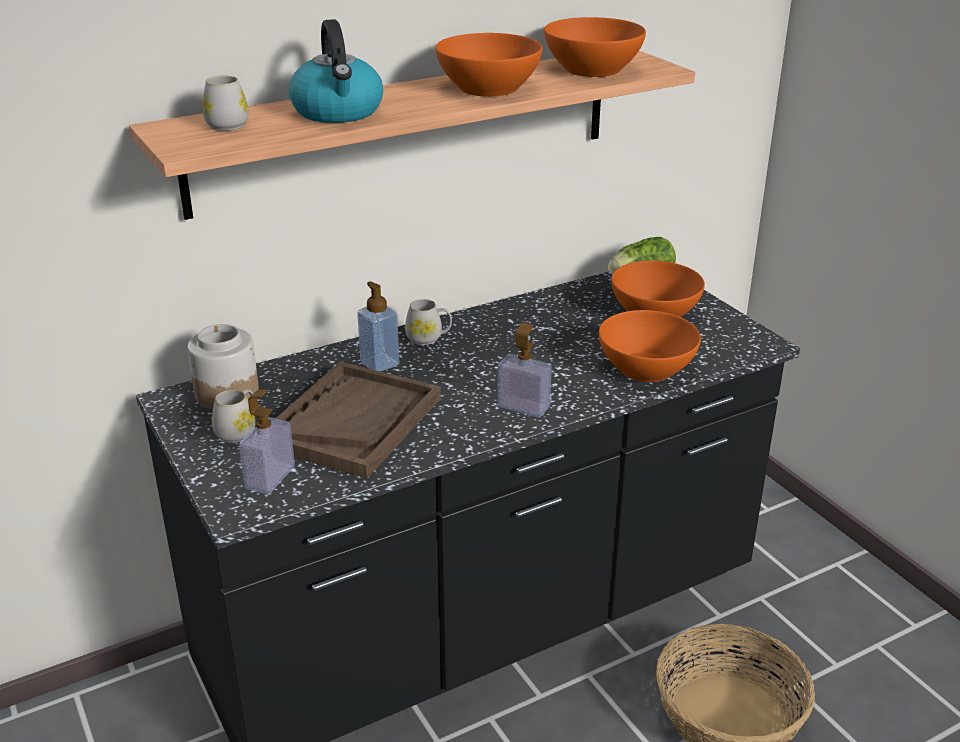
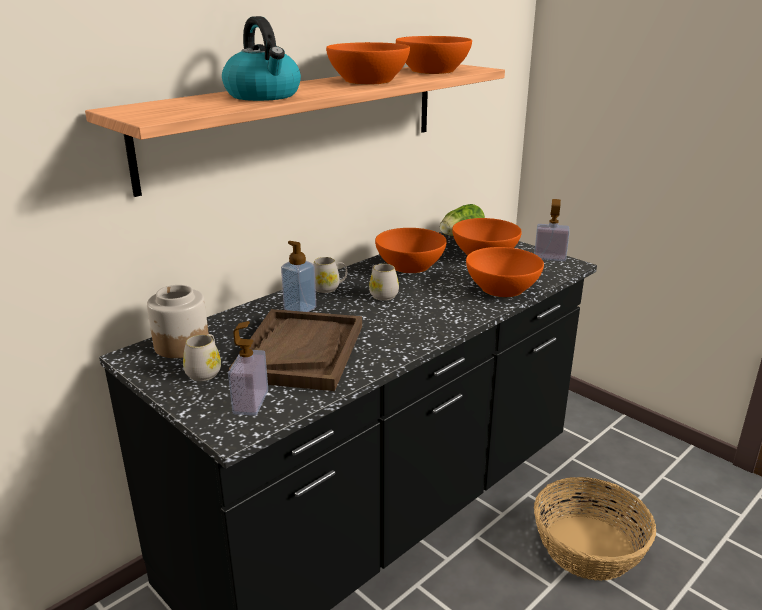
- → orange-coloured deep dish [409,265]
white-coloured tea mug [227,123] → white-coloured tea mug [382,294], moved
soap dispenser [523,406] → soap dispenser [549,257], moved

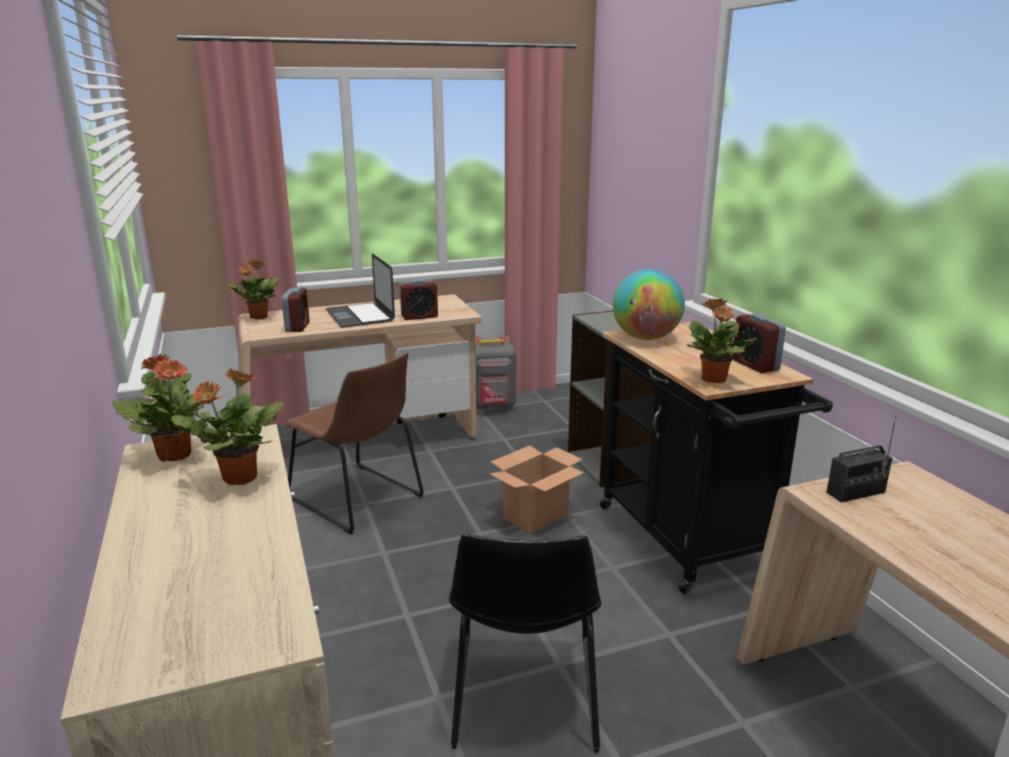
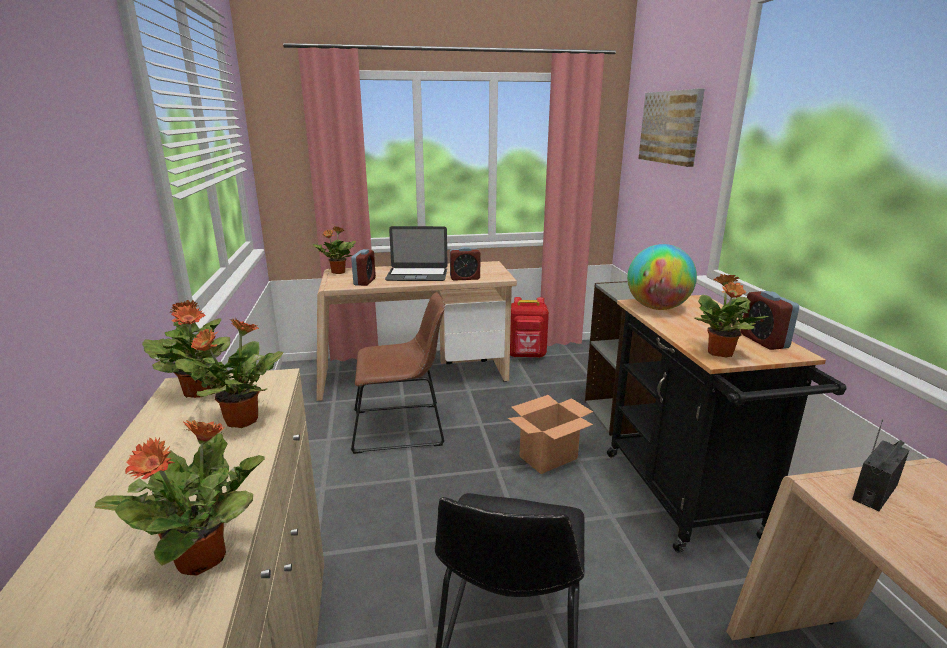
- → potted plant [203,557]
- → wall picture [671,127]
gray backpack [492,407] → red-coloured backpack [527,355]
brown-coloured plain chair [359,499] → brown-coloured plain chair [402,427], 60 degrees counterclockwise
notebook computer [360,315] → notebook computer [417,274], 75 degrees counterclockwise
radio receiver [856,493] → radio receiver [874,492], 150 degrees clockwise

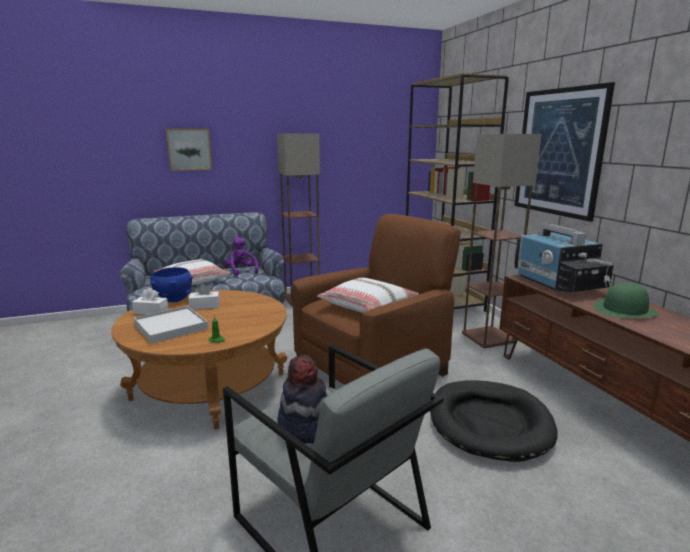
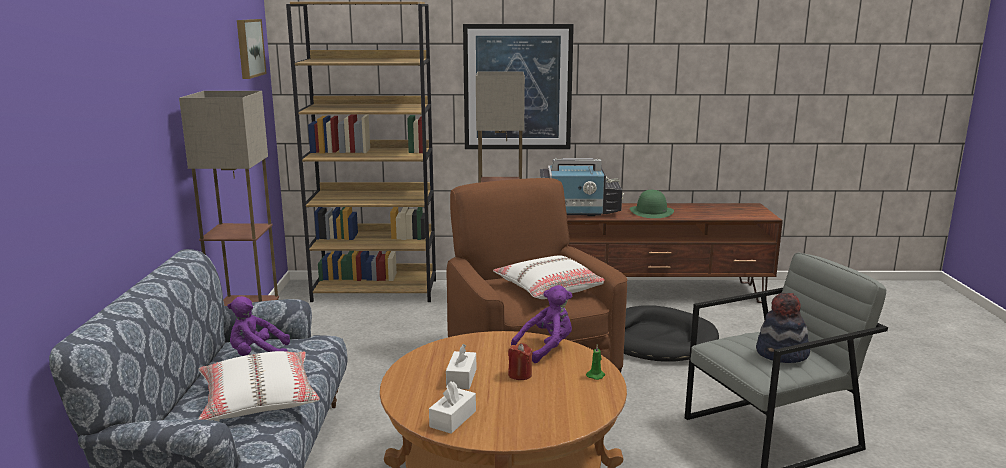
white-coloured serving tray [171,327] → -
blue-coloured deep dish [173,300] → -
- → red-coloured wax candle [520,375]
- → purplish cuddly toy [547,348]
wall picture [189,149] → wall picture [248,48], moved

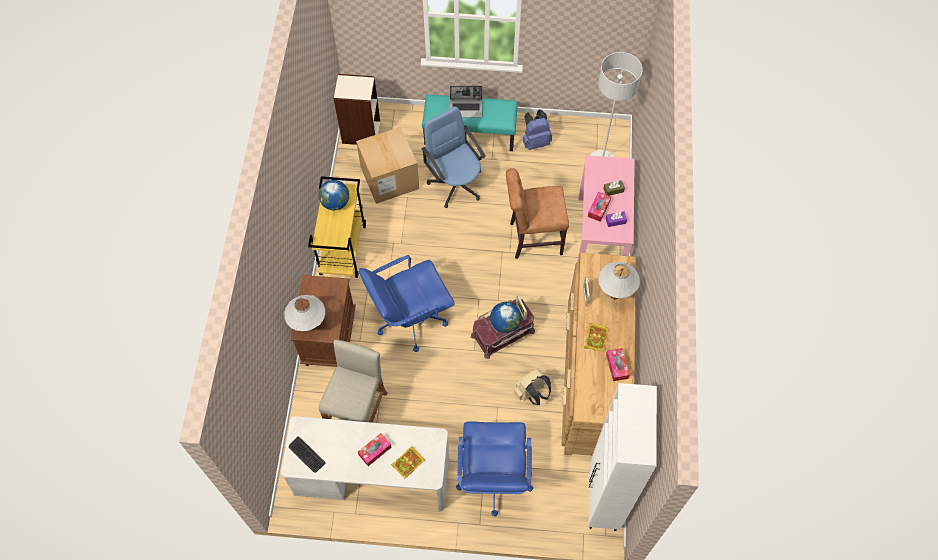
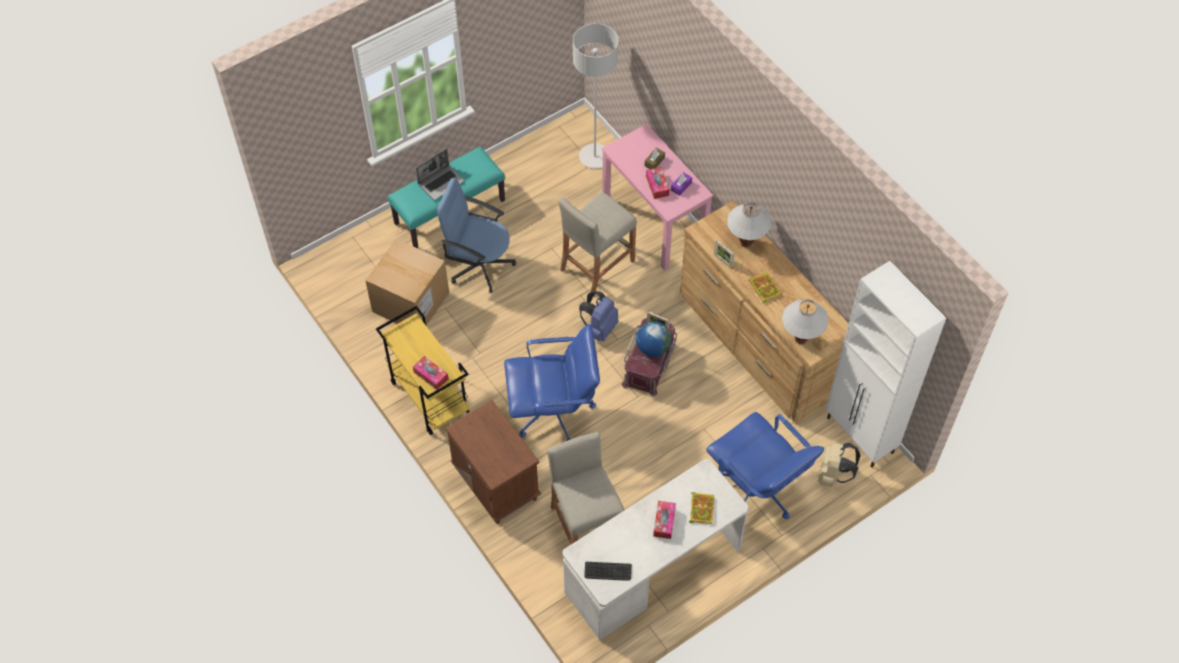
globe [335,203] → -
shelving unit [360,132] → -
white-coloured lamp for a table [309,326] → white-coloured lamp for a table [801,339], moved
sand-coloured backpack [531,394] → sand-coloured backpack [833,475], moved
blue-coloured backpack [535,141] → blue-coloured backpack [599,328], moved
tissue box [617,366] → tissue box [431,375], moved
brown-coloured plain chair [532,238] → sand-coloured sitting stool [596,265]
blue-coloured computer chair [410,319] → blue-coloured computer chair [554,412], 120 degrees counterclockwise

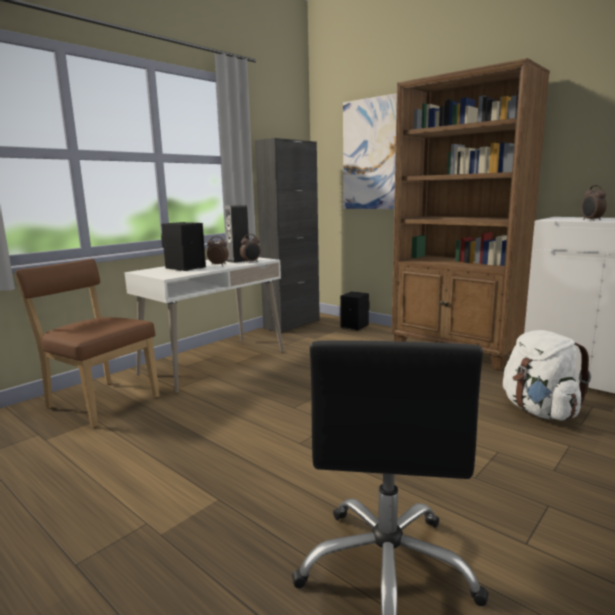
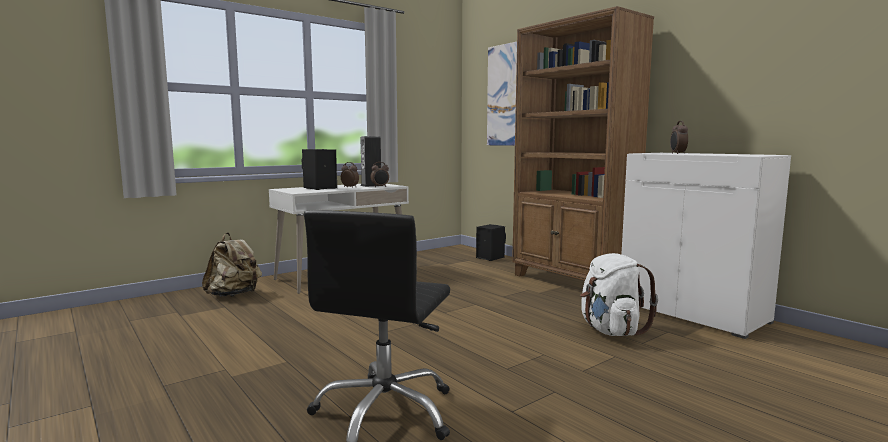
blackish cabinet [292,324] → -
brown-coloured plain chair [100,401] → sand-coloured backpack [234,295]

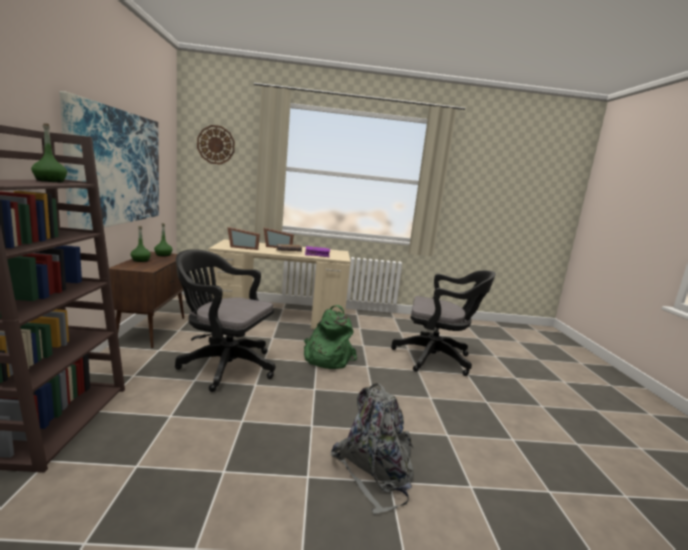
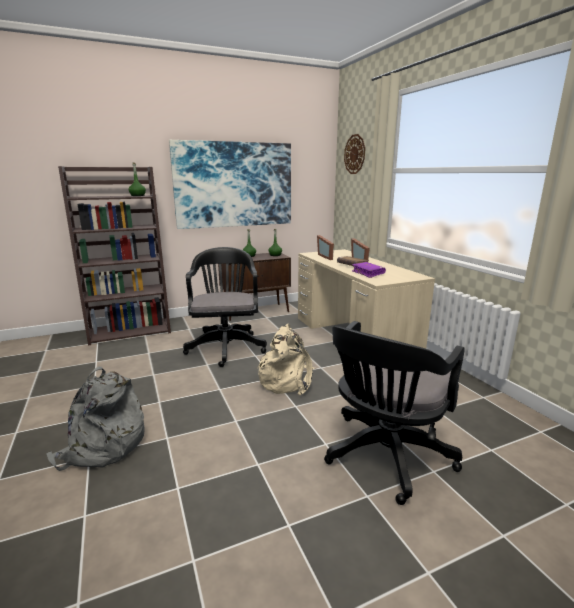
green backpack [326,358] → sand-coloured backpack [287,380]
blackish computer chair [437,359] → blackish computer chair [385,457], 45 degrees clockwise

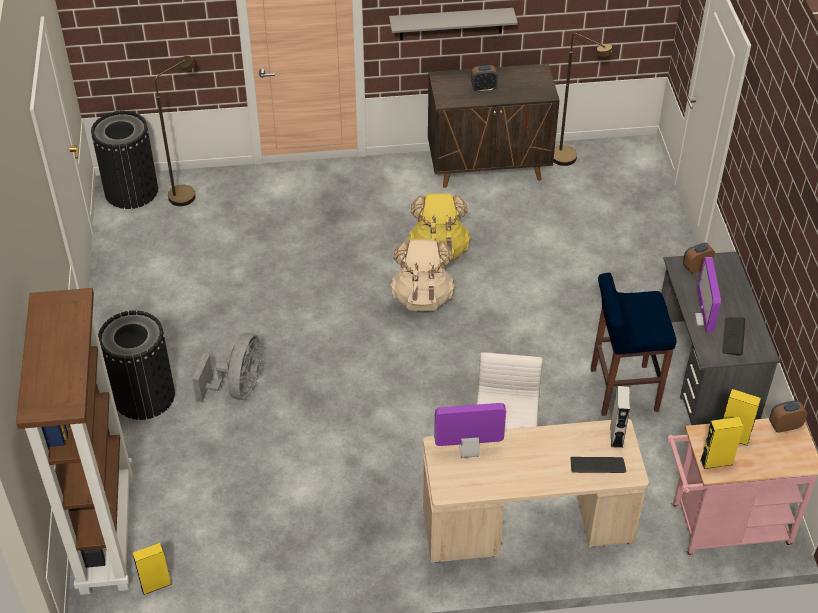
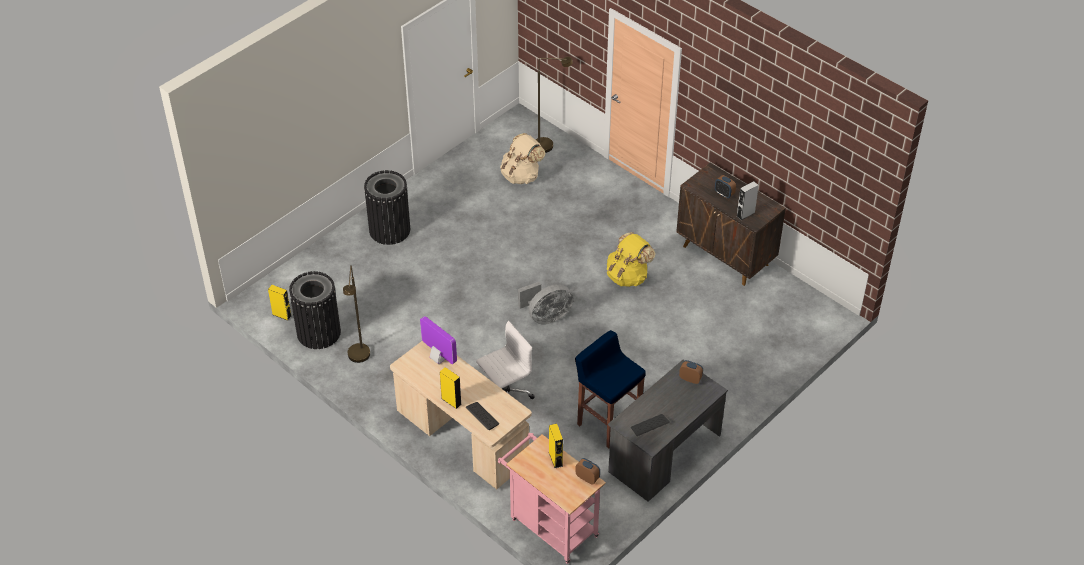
brown-coloured shelving unit [106,531] → -
gray shelf [451,23] → -
computer screen [705,319] → -
blackish rubbish bin [131,191] → blackish rubbish bin [318,332], moved
gray fan [238,388] → gray fan [546,316], moved
sand-coloured backpack [422,297] → sand-coloured backpack [521,175], moved
brown-coloured standard lamp [570,159] → brown-coloured standard lamp [359,359], moved
gray speaker [616,435] → gray speaker [745,214], moved
yellowish speaker [716,462] → yellowish speaker [451,401], moved

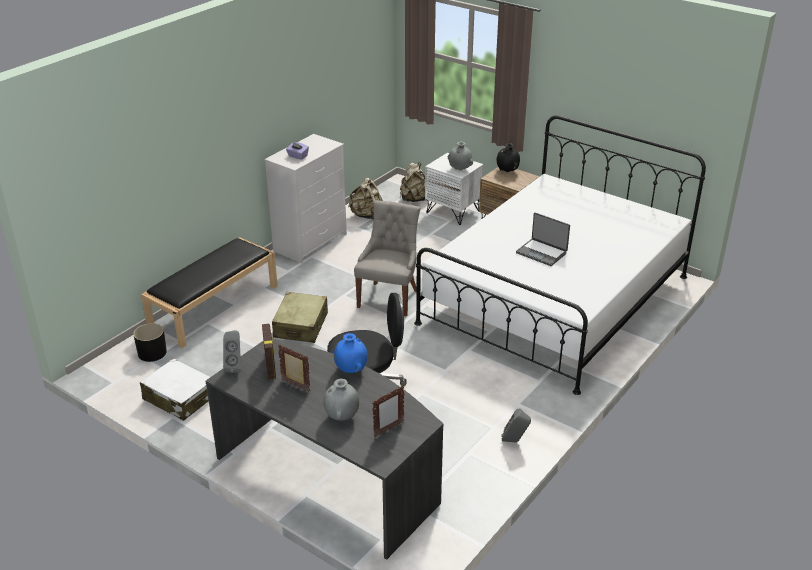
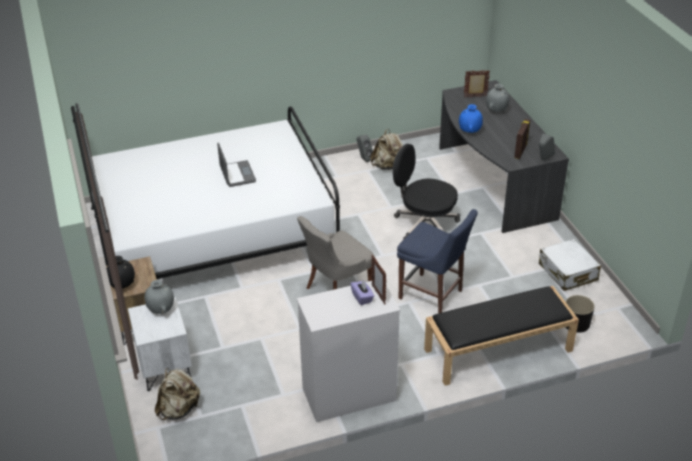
picture frame [295,386] → picture frame [378,295], moved
sand-coloured backpack [366,215] → sand-coloured backpack [388,166], moved
sand-coloured travel case [301,325] → blue-coloured plain chair [433,296]

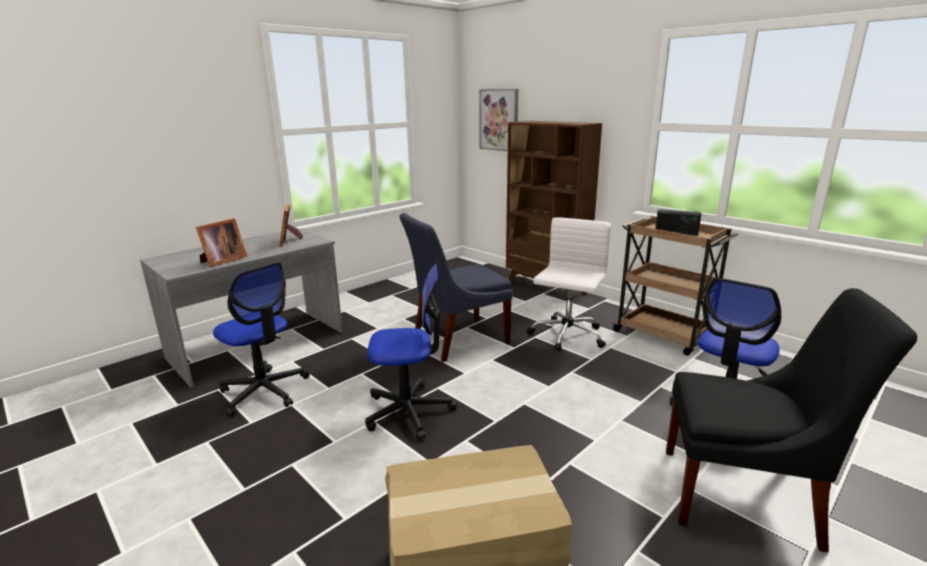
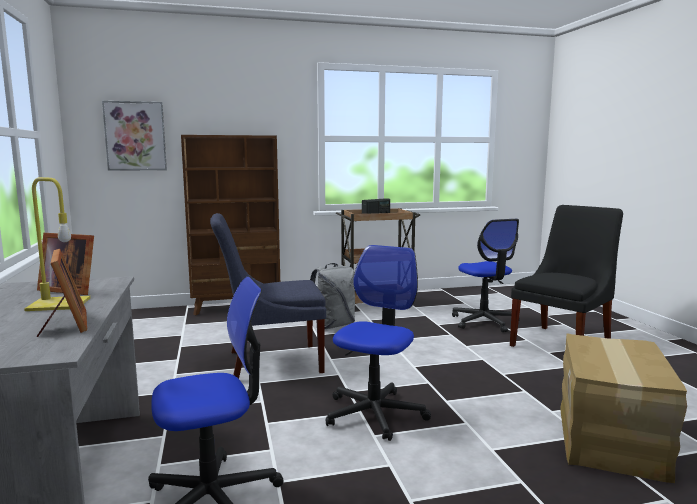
- → yellowish lamp for a table [57,304]
white-coloured computer chair [566,336] → gray backpack [333,325]
blue-coloured plain chair [456,339] → blue-coloured plain chair [270,362], 75 degrees clockwise

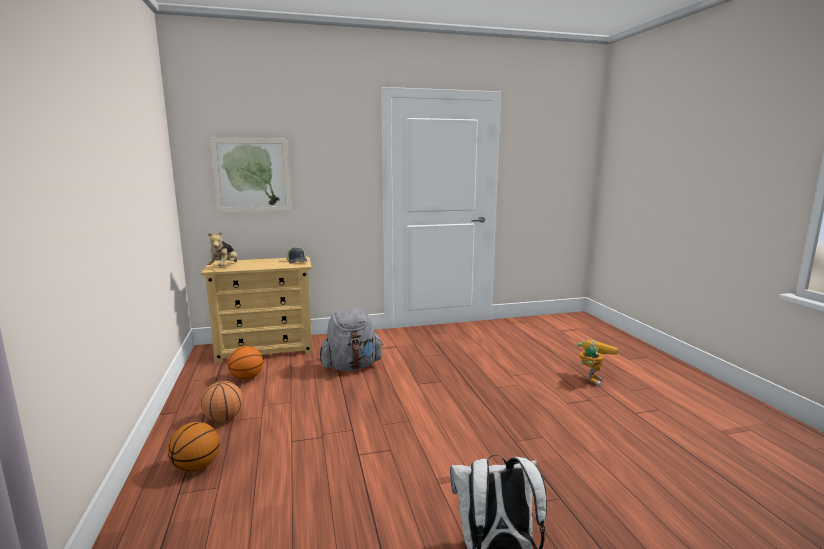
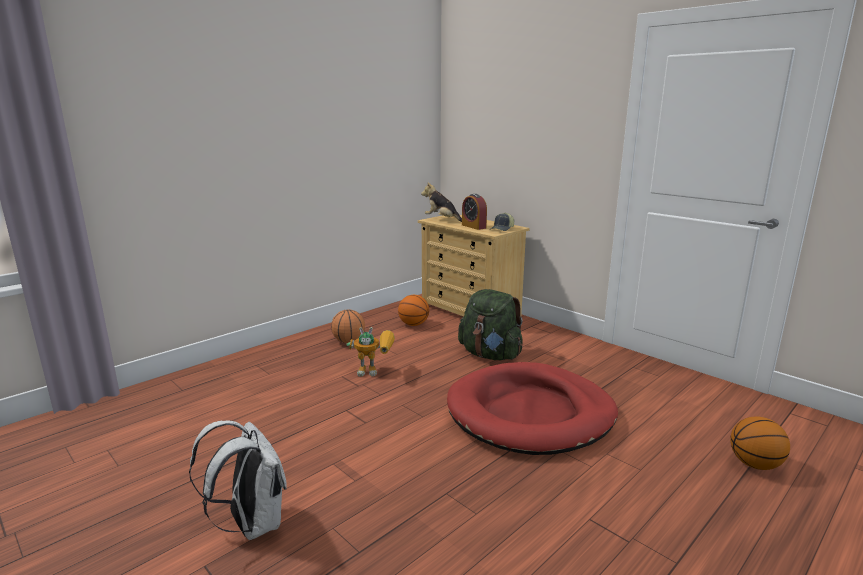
wall picture [252,175] → -
- → red-coloured pet bed [530,413]
- → alarm clock [473,226]
basketball ball [197,467] → basketball ball [755,464], moved
model robot [592,378] → model robot [375,371], moved
gray backpack [352,366] → green backpack [490,355]
cuddly toy [224,267] → cuddly toy [442,220], 60 degrees clockwise

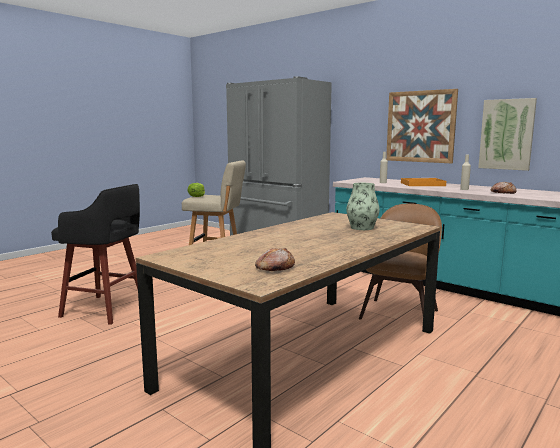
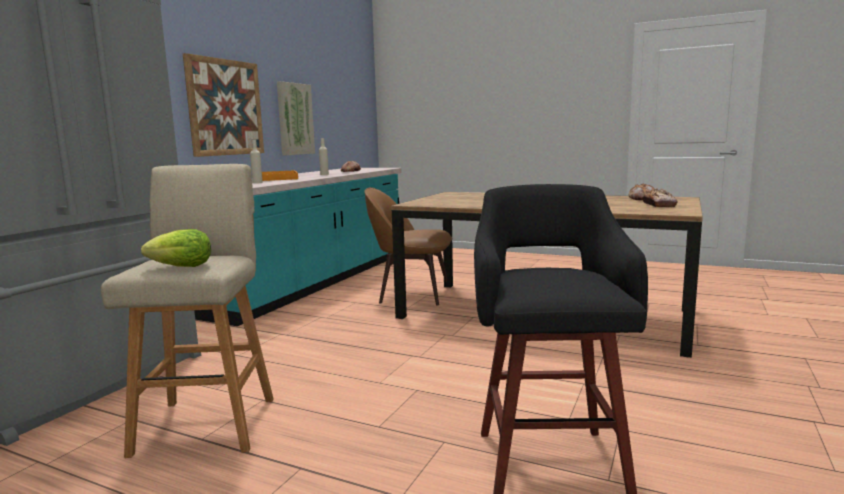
decorative vase [362,228] → -
- → bakery bread [658,205]

